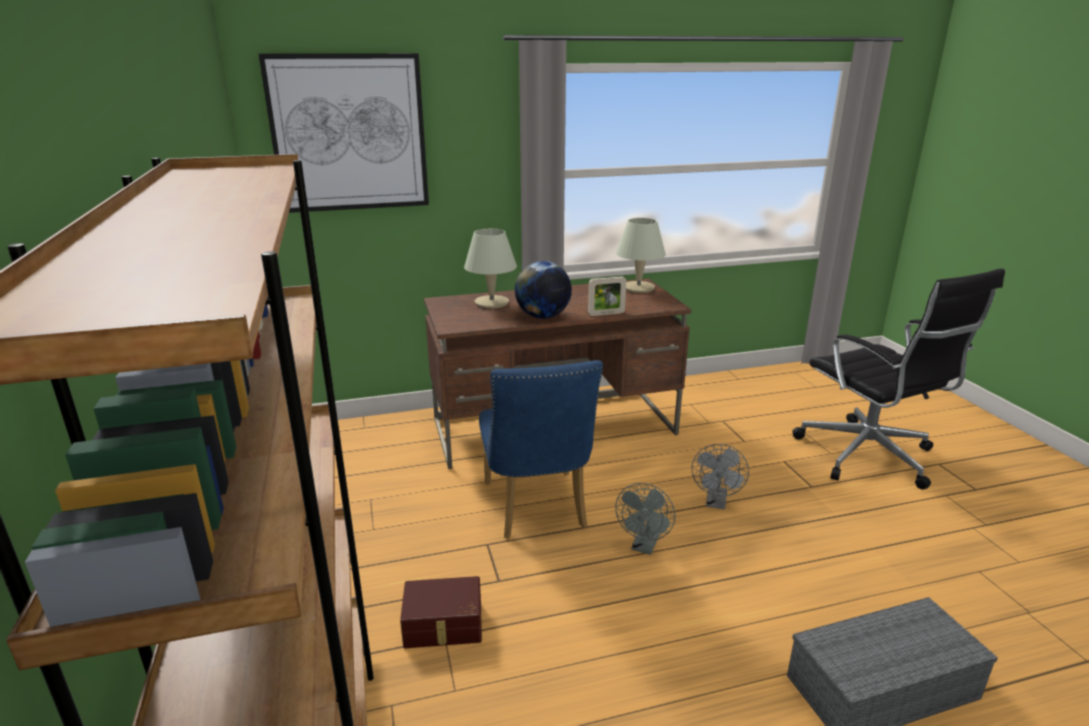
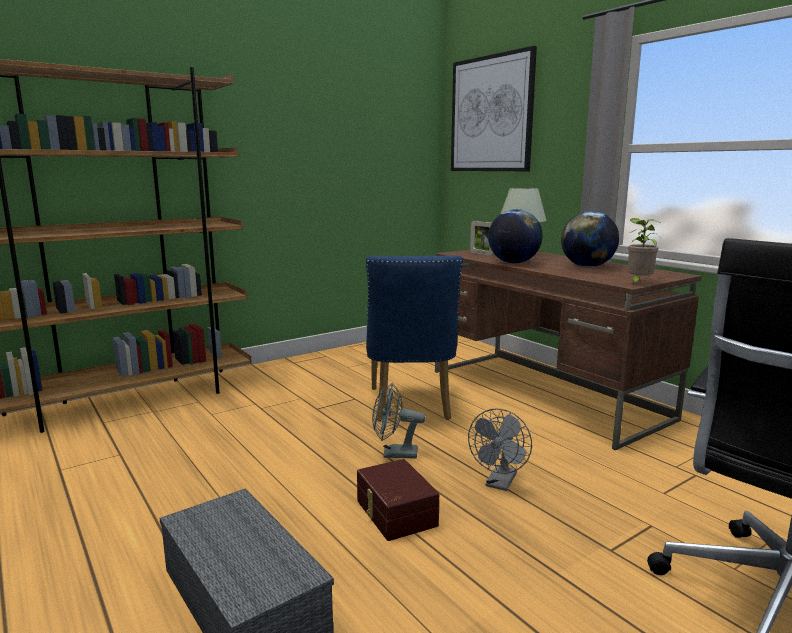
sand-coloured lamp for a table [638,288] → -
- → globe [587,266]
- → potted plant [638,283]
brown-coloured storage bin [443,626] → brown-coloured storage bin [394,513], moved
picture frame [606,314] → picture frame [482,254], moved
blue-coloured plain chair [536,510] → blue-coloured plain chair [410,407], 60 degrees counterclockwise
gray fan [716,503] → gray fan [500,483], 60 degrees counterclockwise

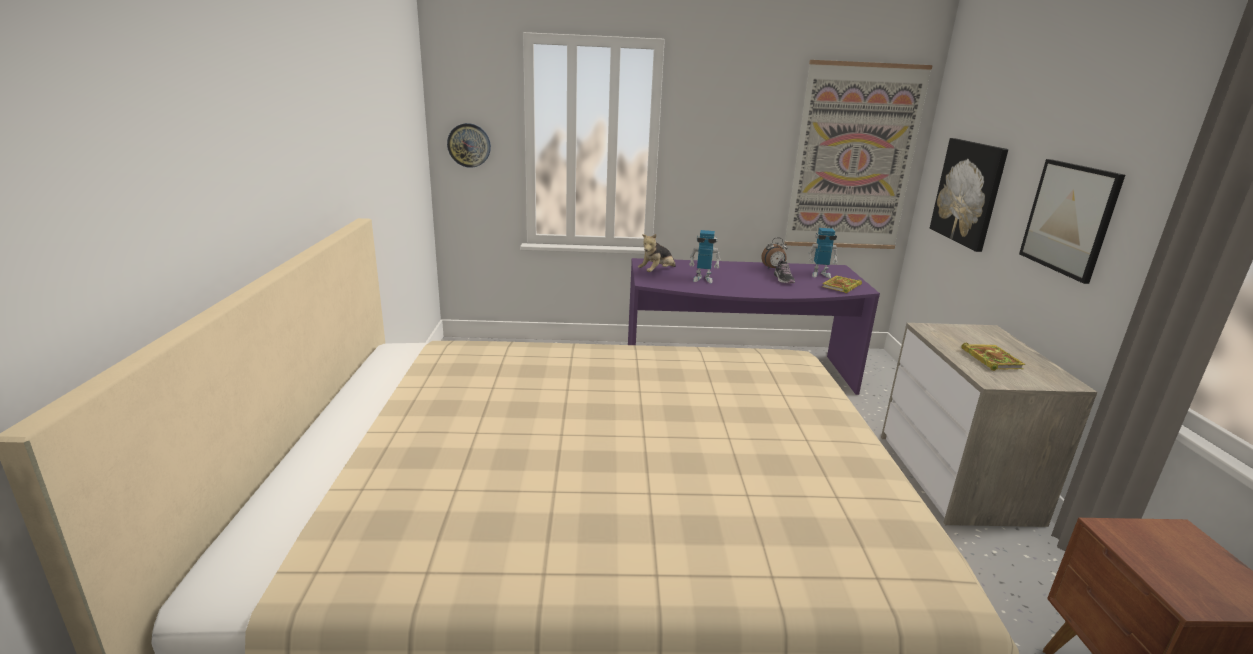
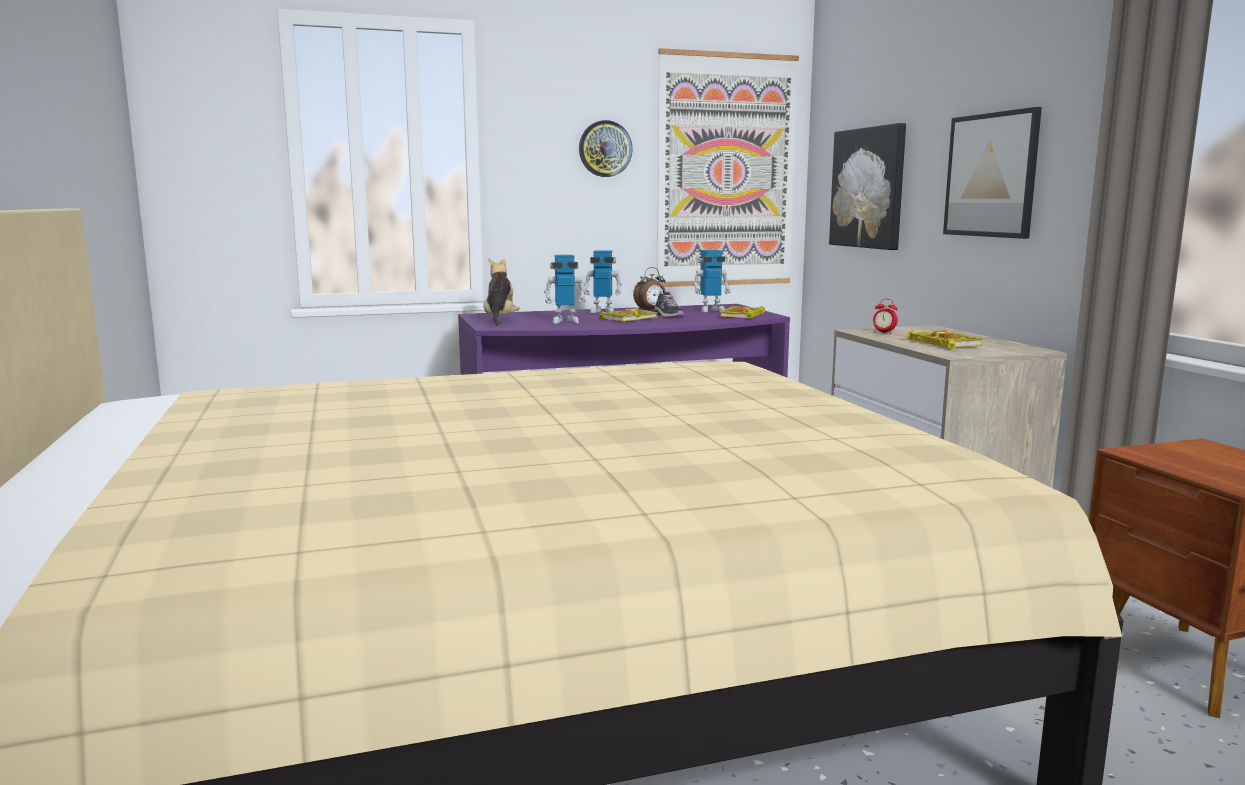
- → model robot [602,311]
- → bound book [629,318]
- → alarm clock [883,333]
wall clock [469,145] → wall clock [605,149], moved
cuddly toy [657,272] → cuddly toy [500,320], 150 degrees clockwise

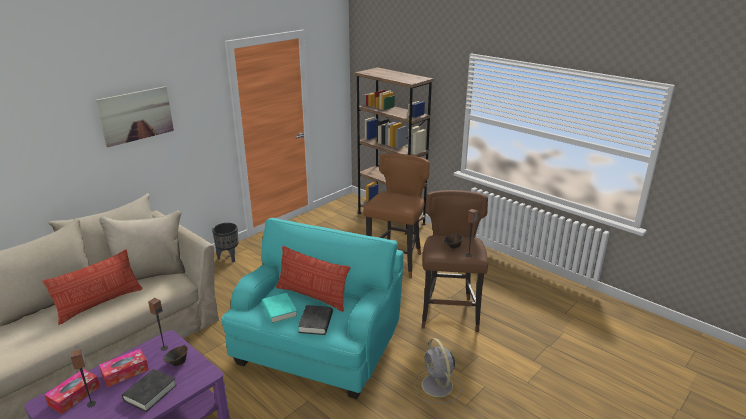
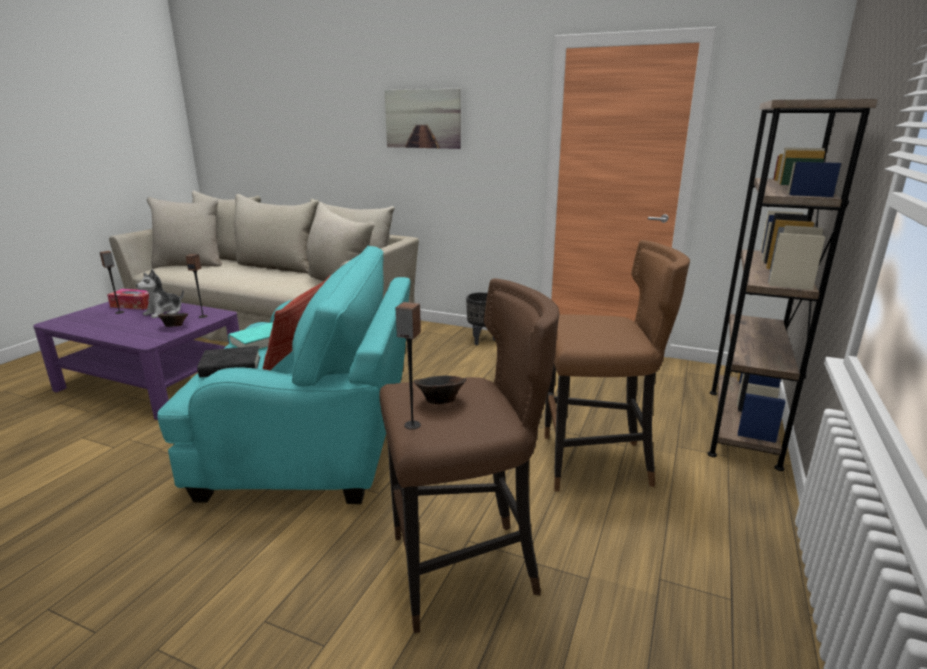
pillow [100,303] → -
blackish bound book [150,393] → -
gray fan [438,386] → -
tissue box [125,372] → cuddly toy [164,312]

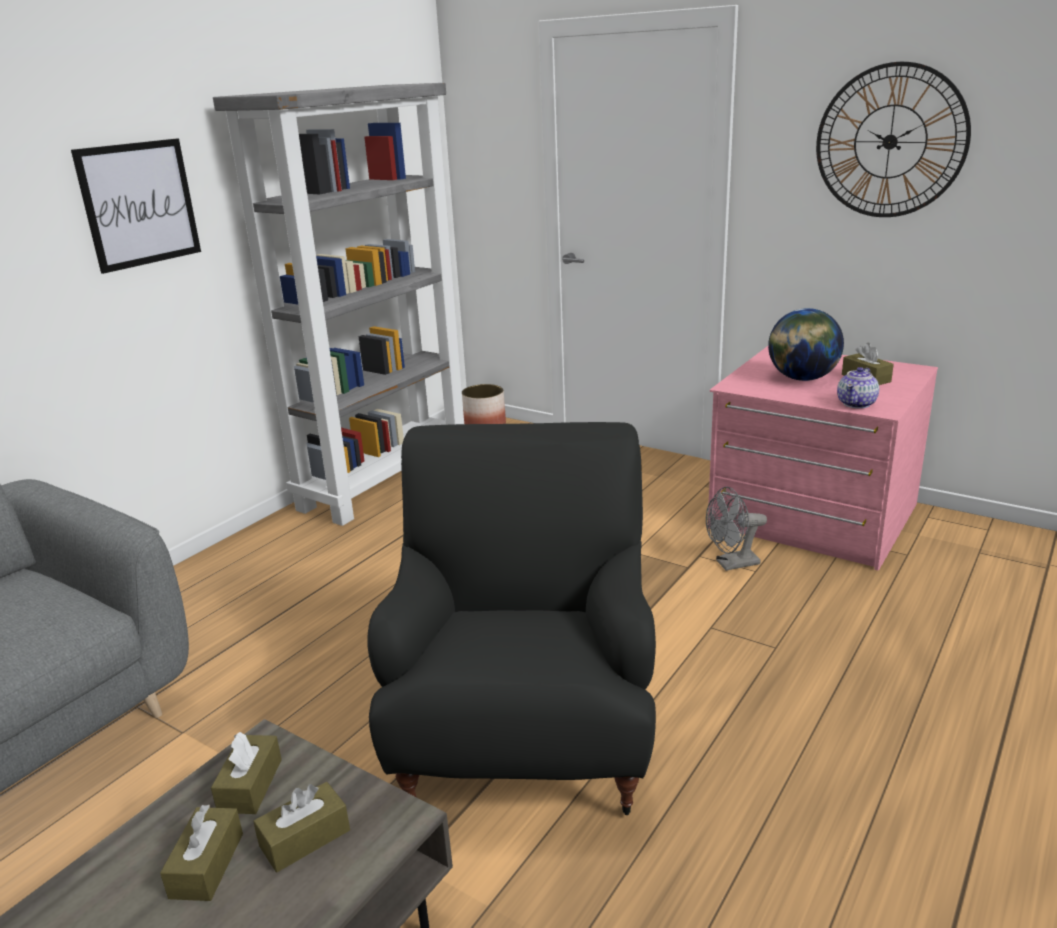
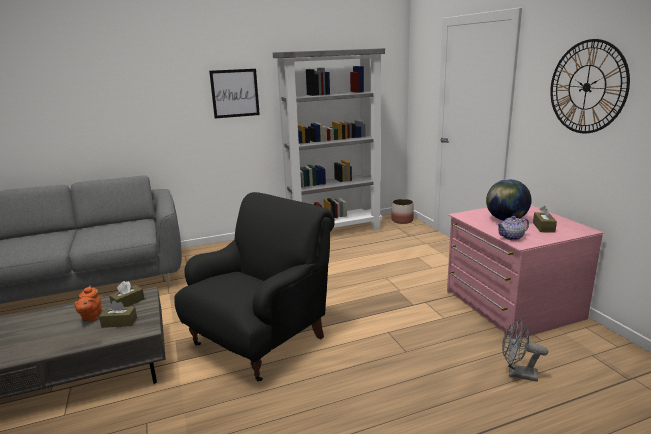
gray fan [731,564] → gray fan [517,374], moved
brown-coloured tissue box [207,865] → orange-coloured tea pot [91,318]

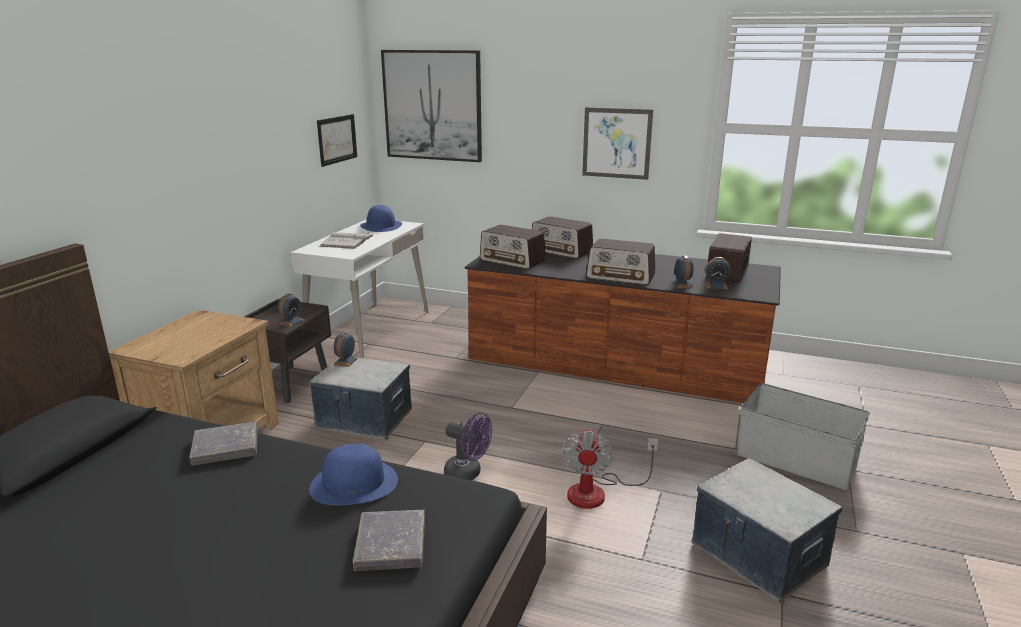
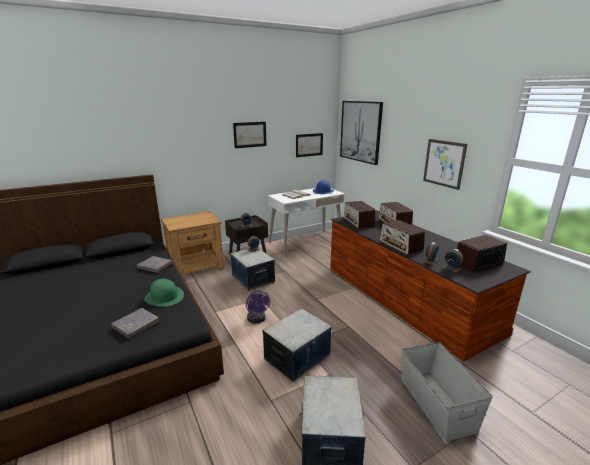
- → wall picture [250,134]
fan [597,492] → storage bin [297,357]
blue-coloured hat [354,483] → green hat [164,297]

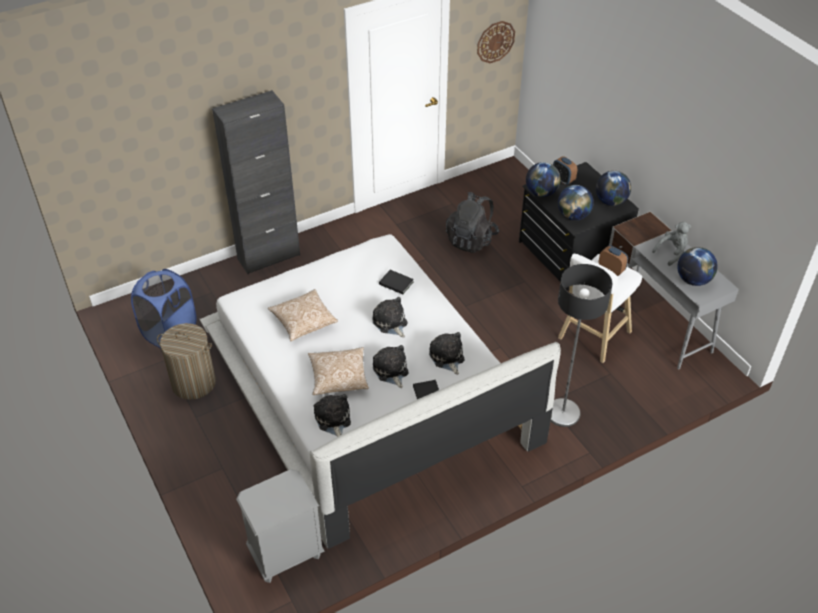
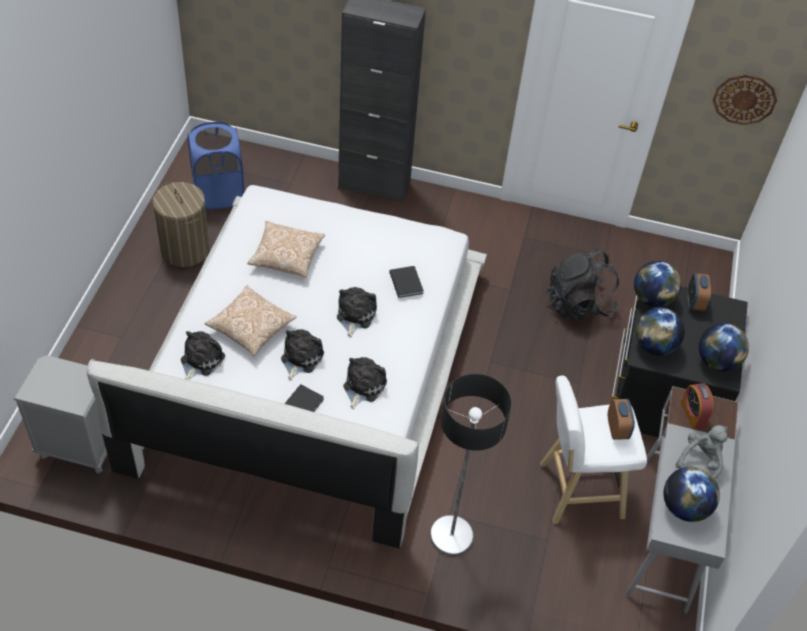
- → alarm clock [693,414]
gray cuddly toy [672,253] → gray cuddly toy [701,462], 60 degrees counterclockwise

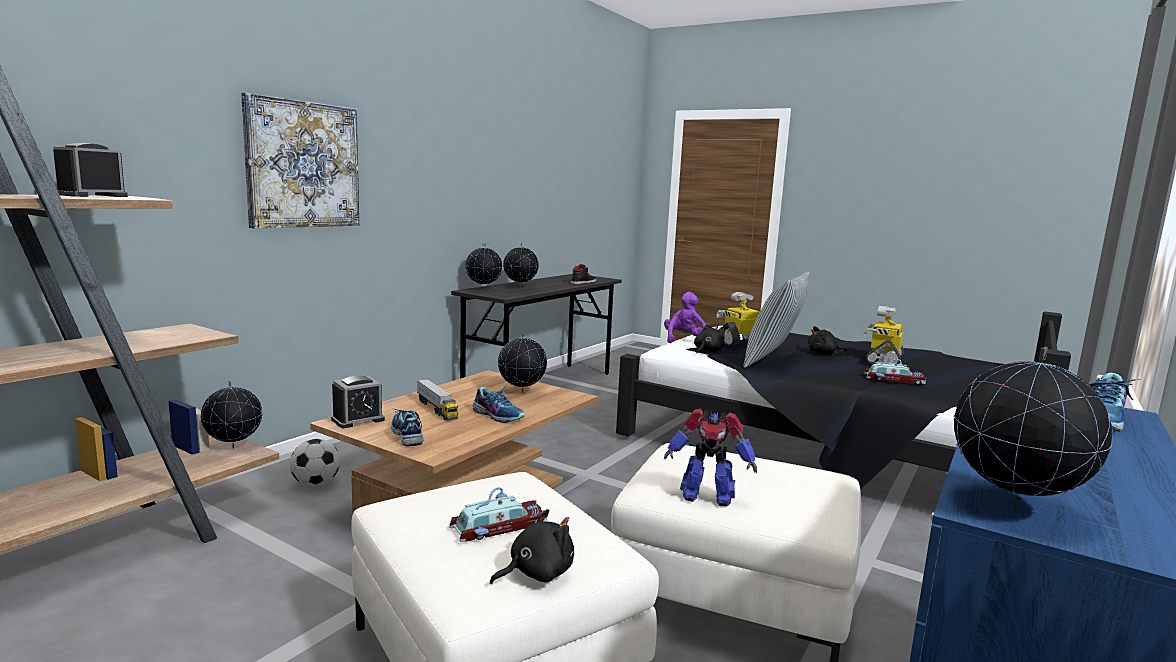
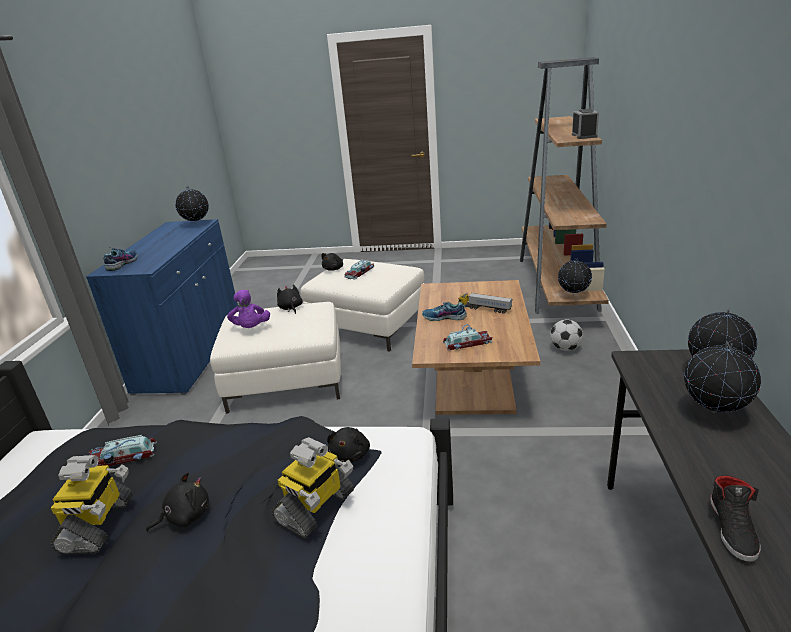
wall picture [303,165] → -
alarm clock [358,420] → -
item of footwear [406,435] → -
pillow [773,360] → -
purplish cuddly toy [684,341] → purplish cuddly toy [251,328], moved
globe [521,392] → toy car [466,343]
model robot [706,497] → blackish cuddly toy [290,308]

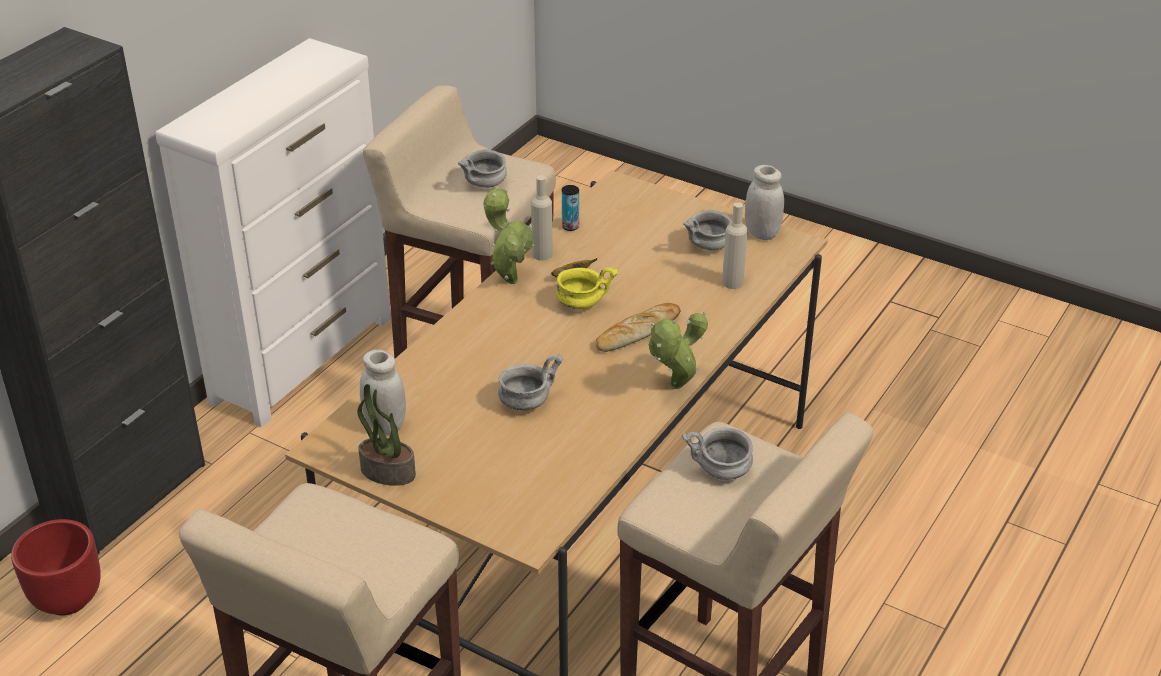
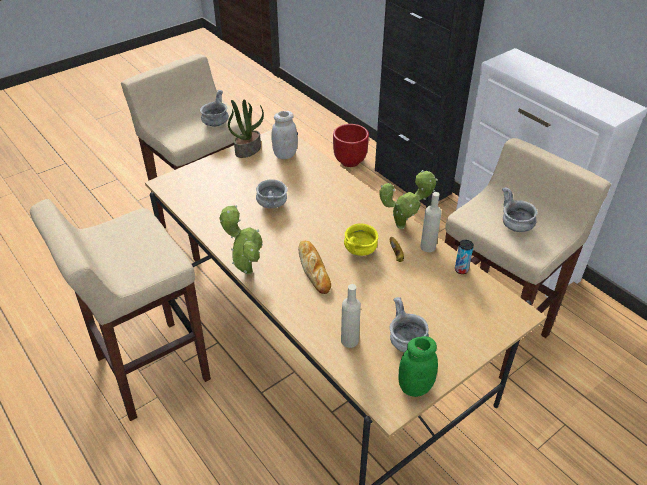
gray deep dish [722,471] → gray deep dish [215,123], moved
white-coloured preserve jar [762,233] → green preserve jar [415,387]

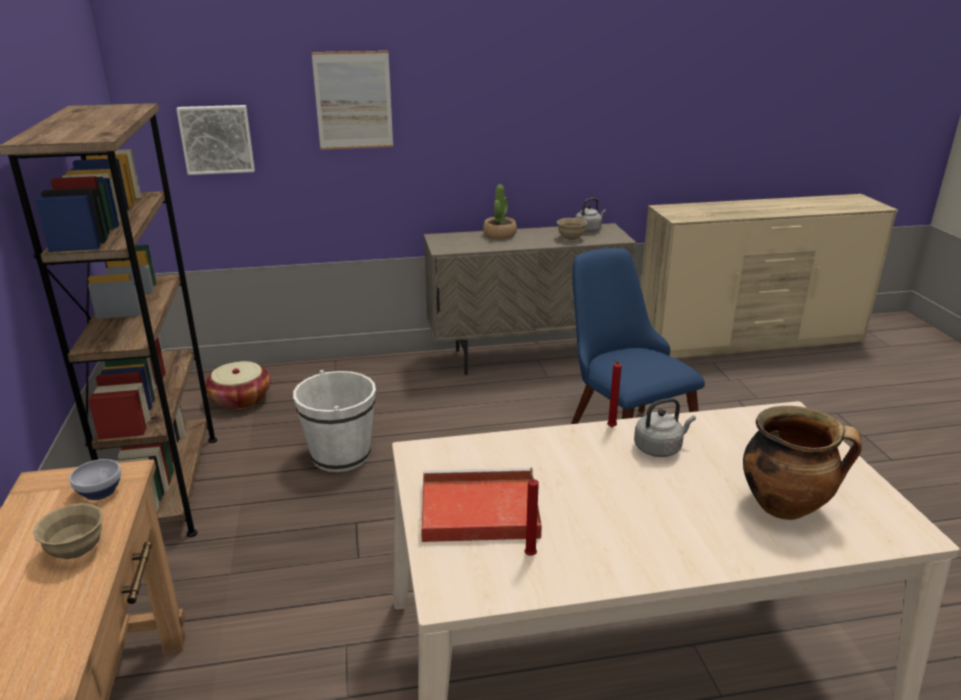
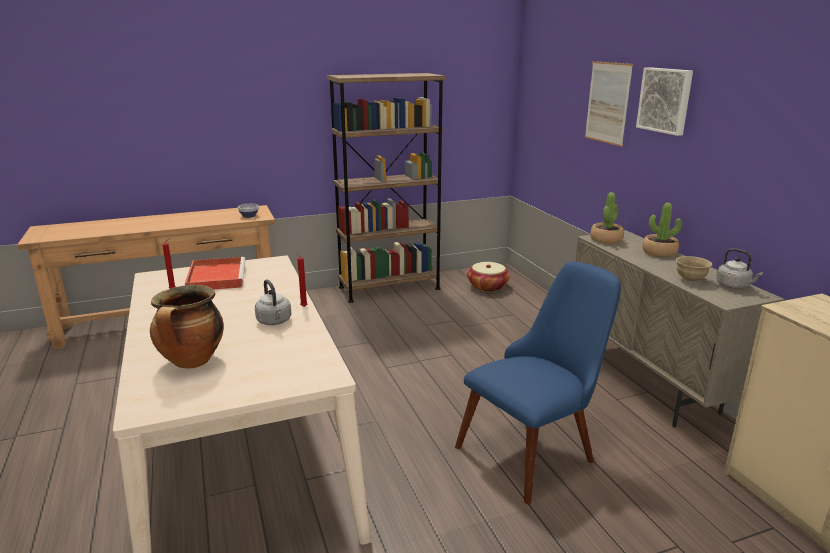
sand-coloured deep dish [77,550] → -
white-coloured pail [341,455] → -
- → potted plant [606,239]
wall picture [217,139] → wall picture [665,100], moved

